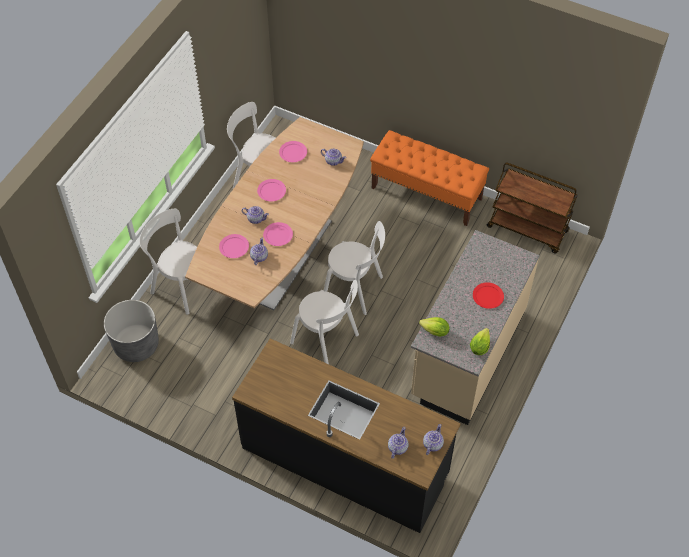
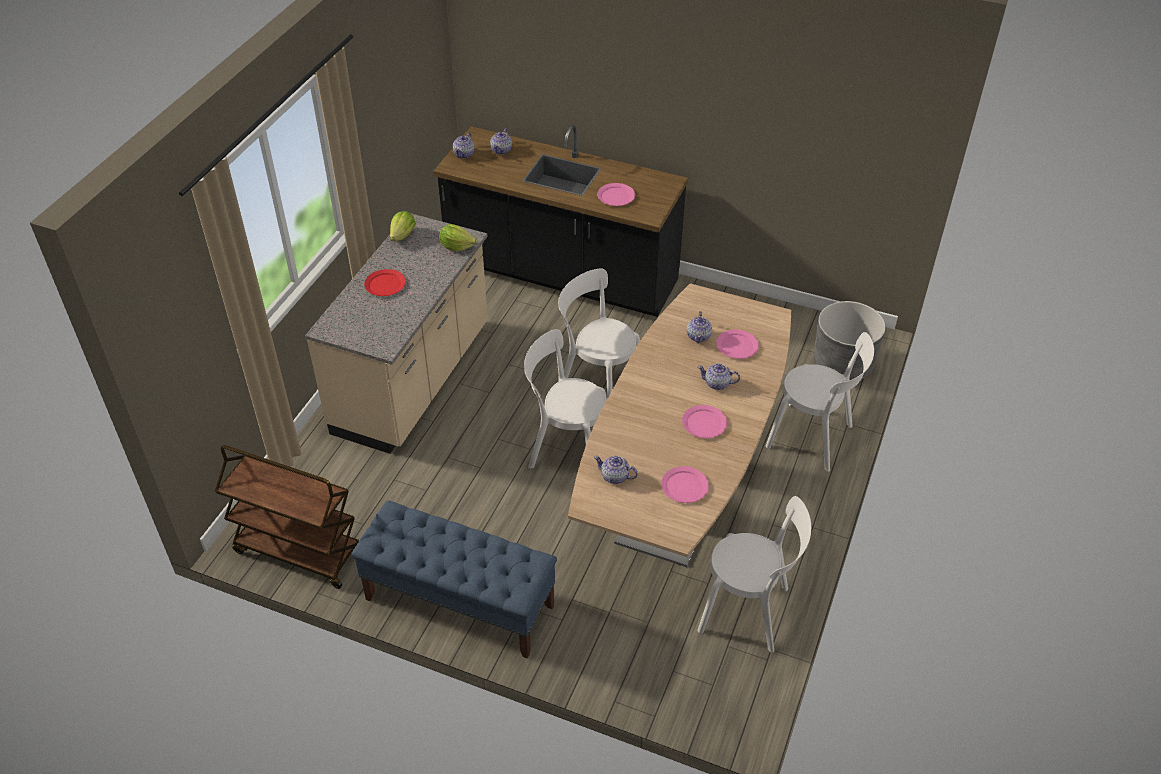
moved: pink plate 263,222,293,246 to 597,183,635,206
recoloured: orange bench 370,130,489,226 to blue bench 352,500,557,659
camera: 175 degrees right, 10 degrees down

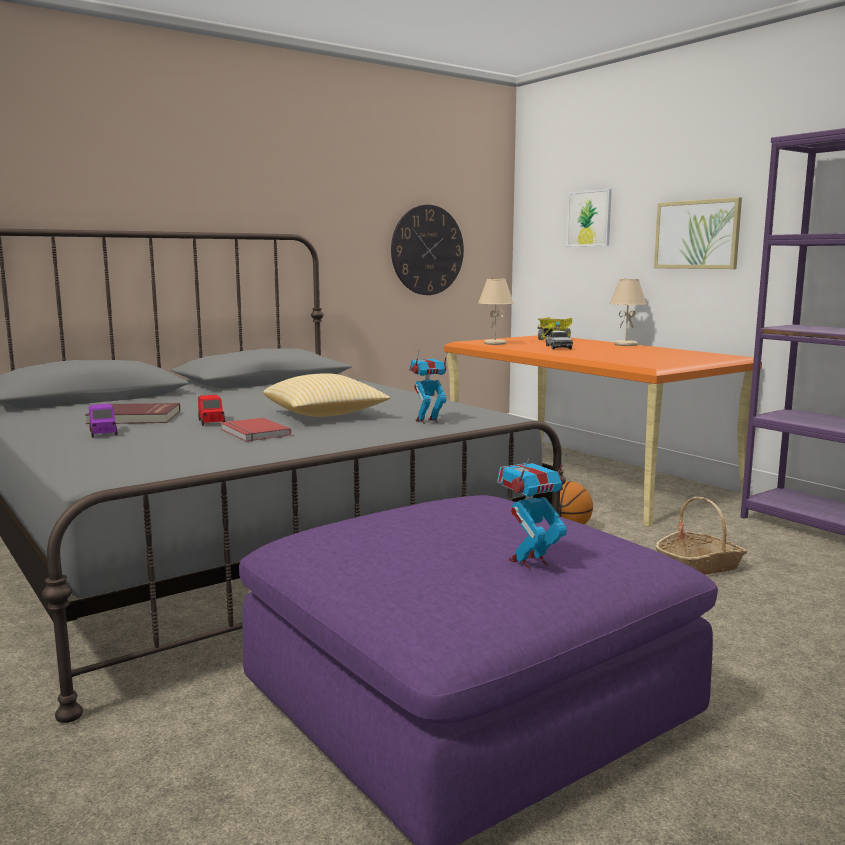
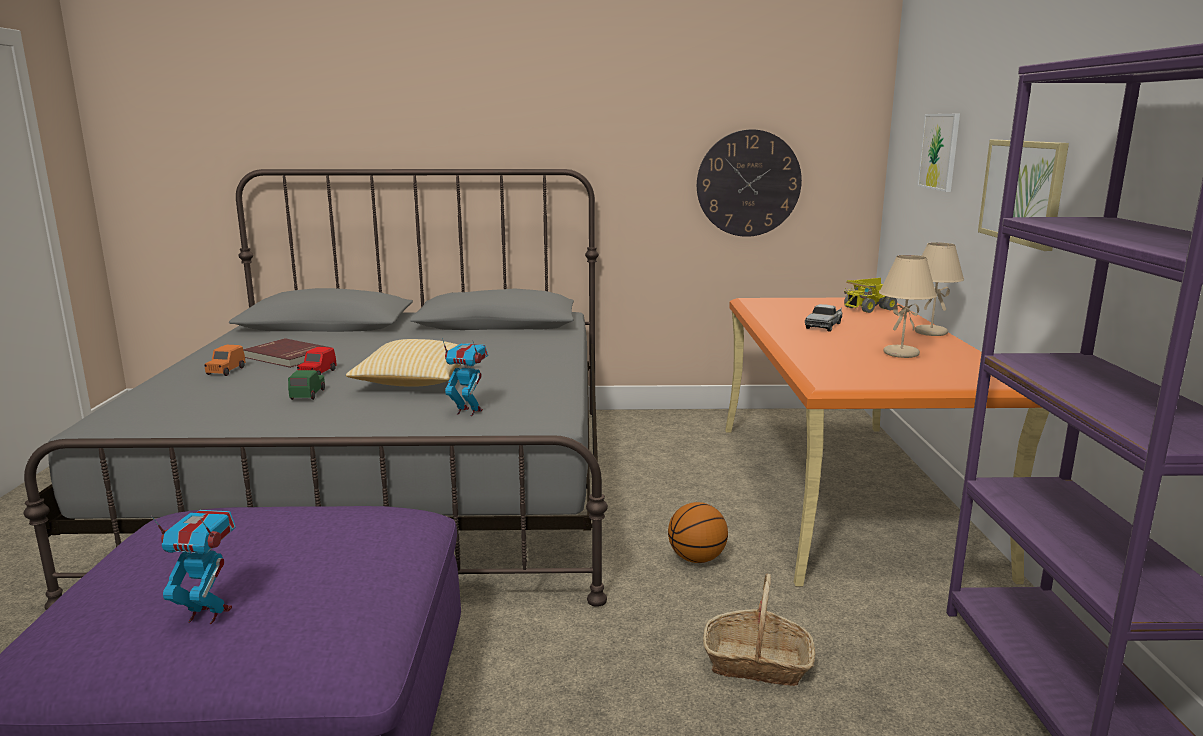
moved: beige table lamp 478,279,514,345 to 879,255,937,358
replaced: red book 220,418,291,442 to green toy car 288,370,325,400
recoloured: purple toy car 89,404,117,437 to orange toy car 204,345,246,376
camera: 35 degrees right, 5 degrees up

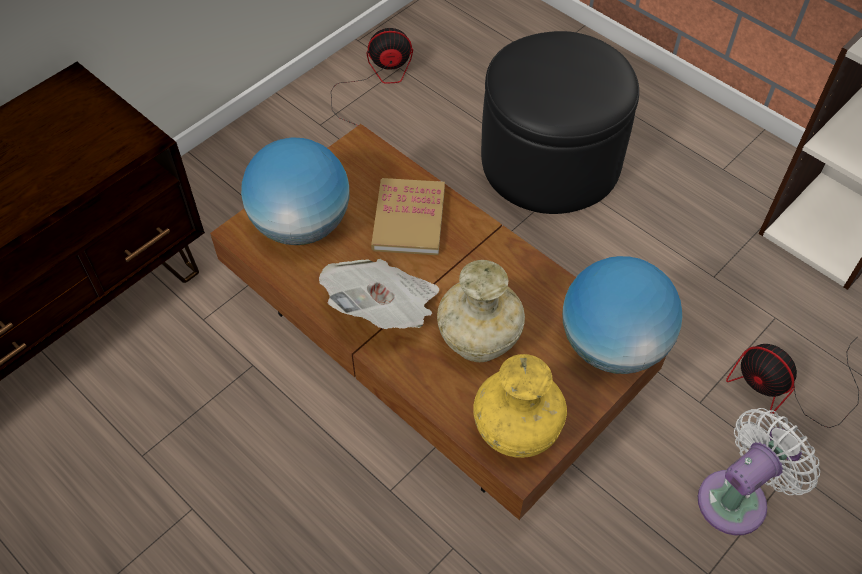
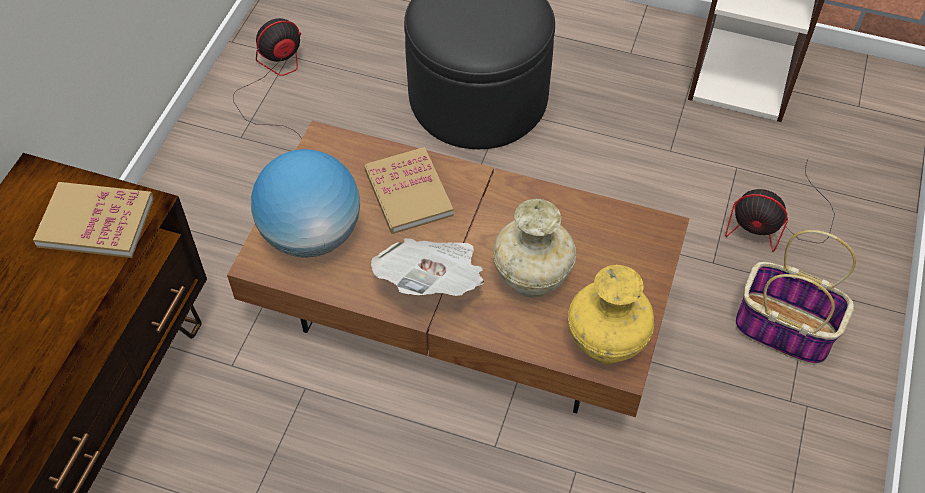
removed: globe 562,256,682,374
added: book 33,182,154,258
replaced: white fan 698,408,820,535 to basket 735,230,856,365
camera: 25 degrees left, 0 degrees up

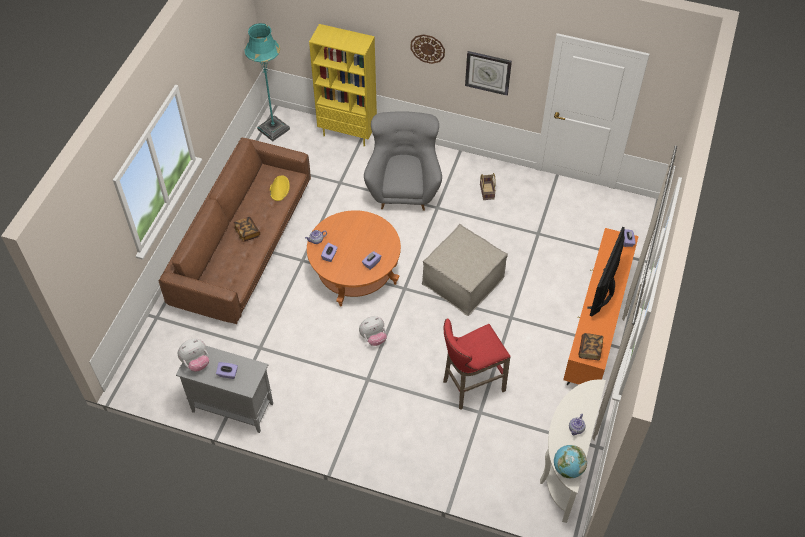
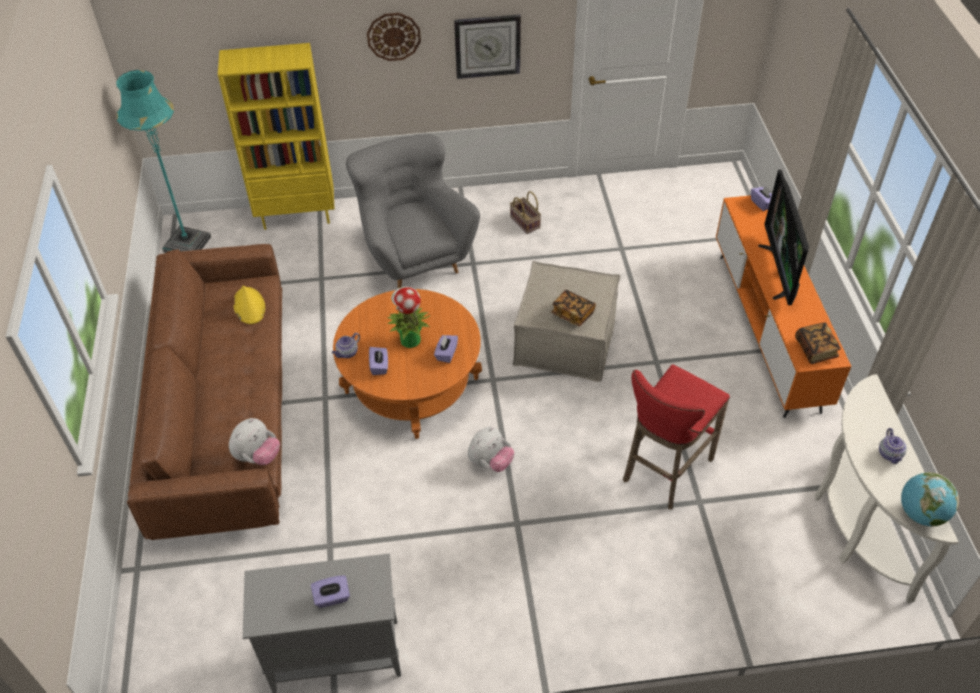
added: potted plant 387,287,430,348
moved: plush toy 178,339,209,371 to 229,418,280,465; book 234,217,260,242 to 551,290,596,326
camera: 25 degrees left, 5 degrees down

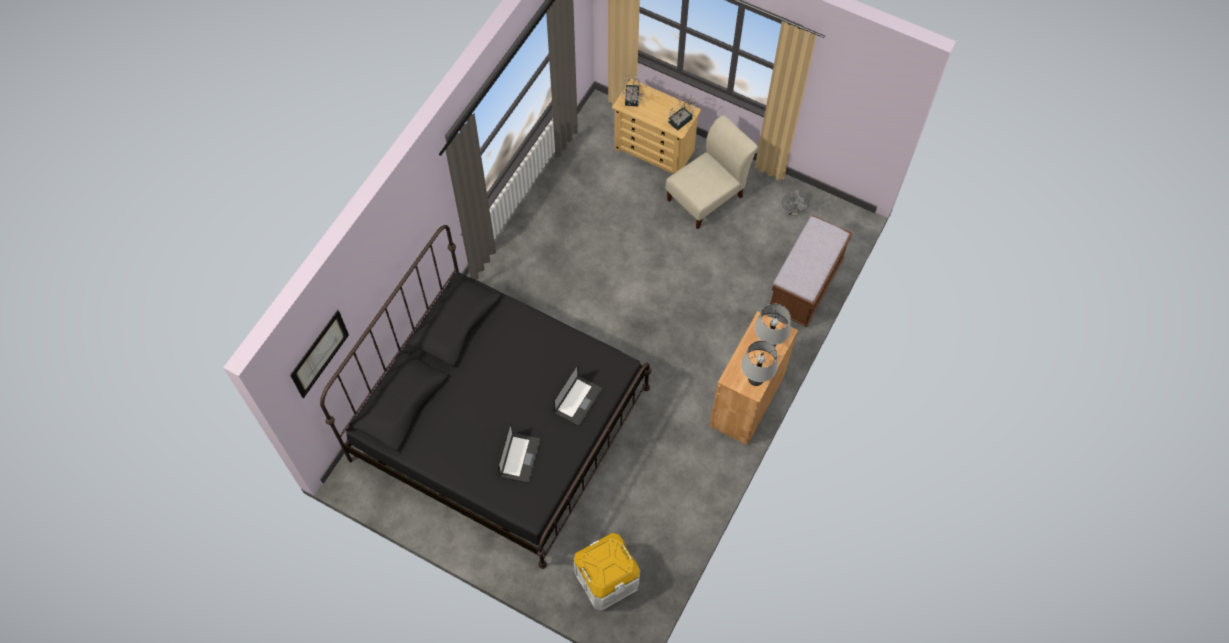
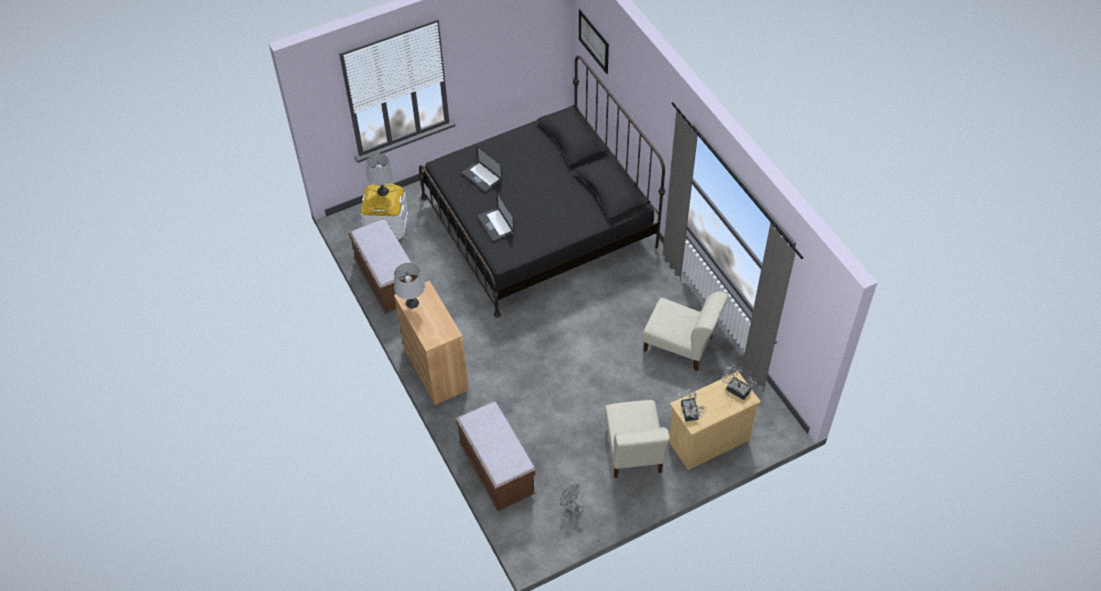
added: brown bench 349,218,417,314; beige chair 643,291,729,371
moved: grey table lamp 755,304,791,347 to 366,153,394,196
camera: 125 degrees right, 10 degrees down

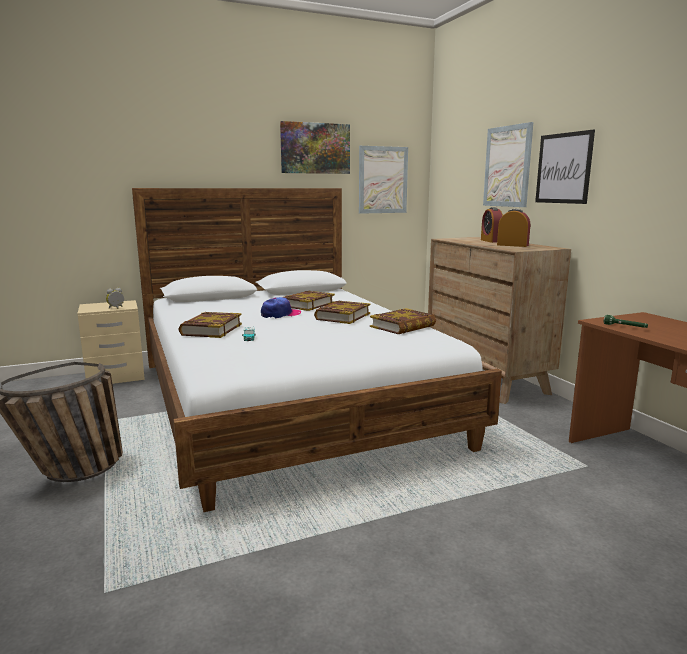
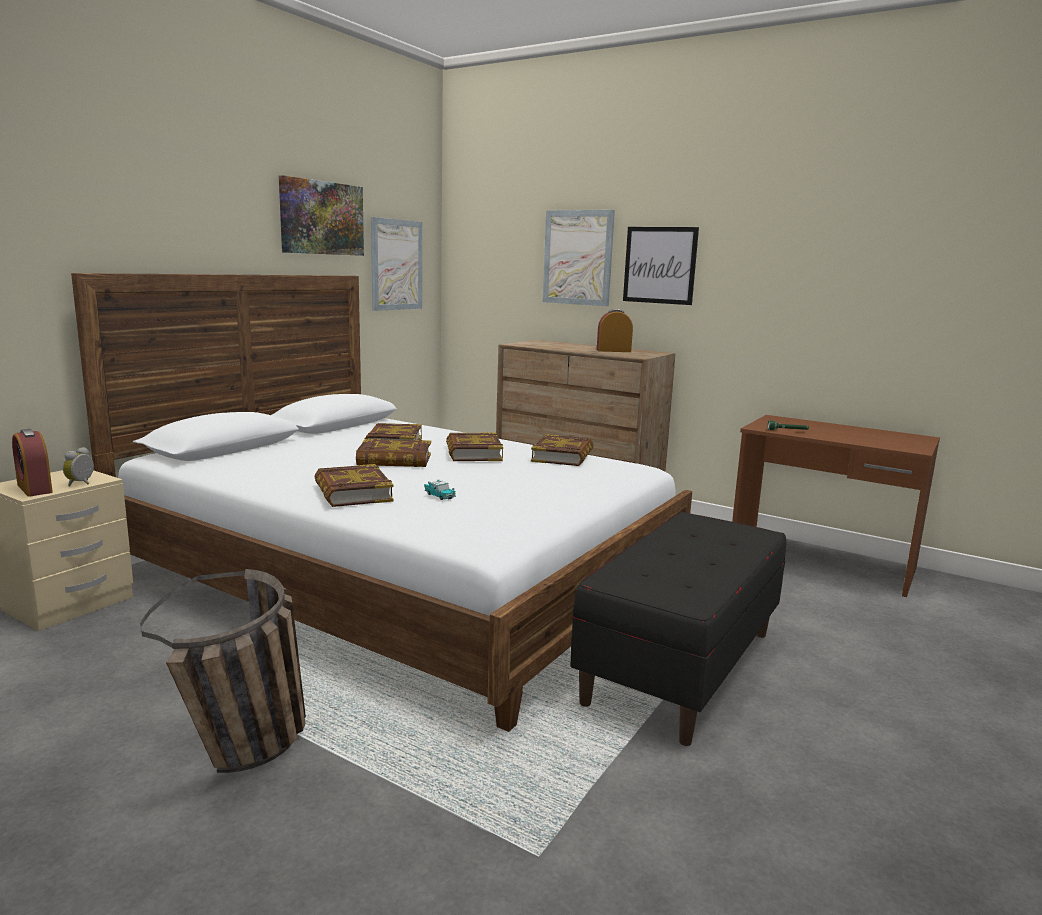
added: black bench 570,512,786,746
moved: alarm clock 481,207,503,243 to 12,429,53,497
replaced: cap 261,297,301,319 to book 356,438,431,467
camera: 35 degrees left, 0 degrees up

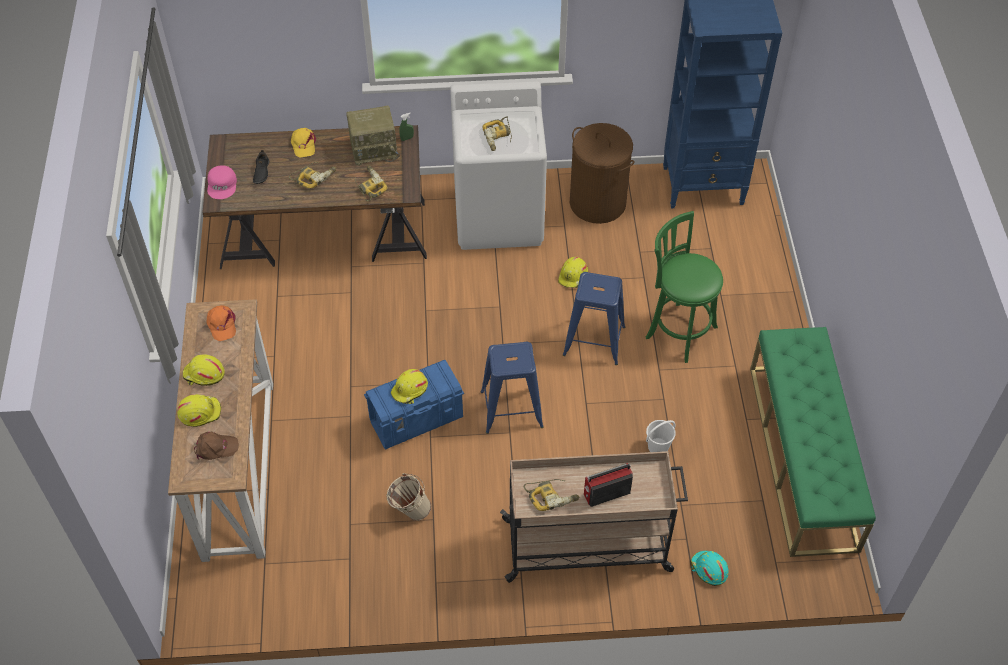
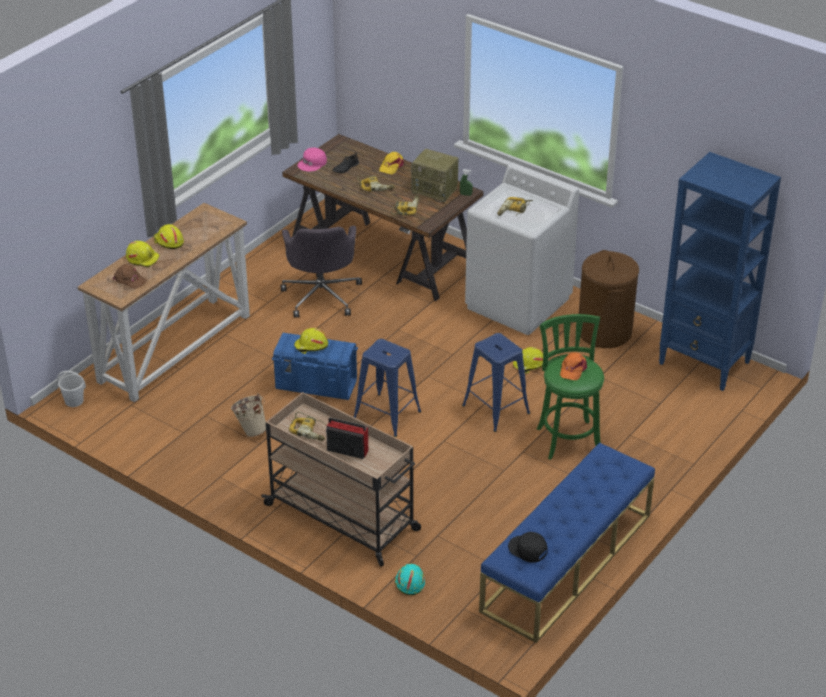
added: grey office chair 281,226,362,318; black cap 508,532,548,563
moved: orange cap 206,305,236,341 to 560,353,587,380; white bucket 646,420,676,452 to 57,371,86,407
recoloured: green bench 750,327,876,557 to blue bench 479,443,655,643
camera: 40 degrees right, 15 degrees down

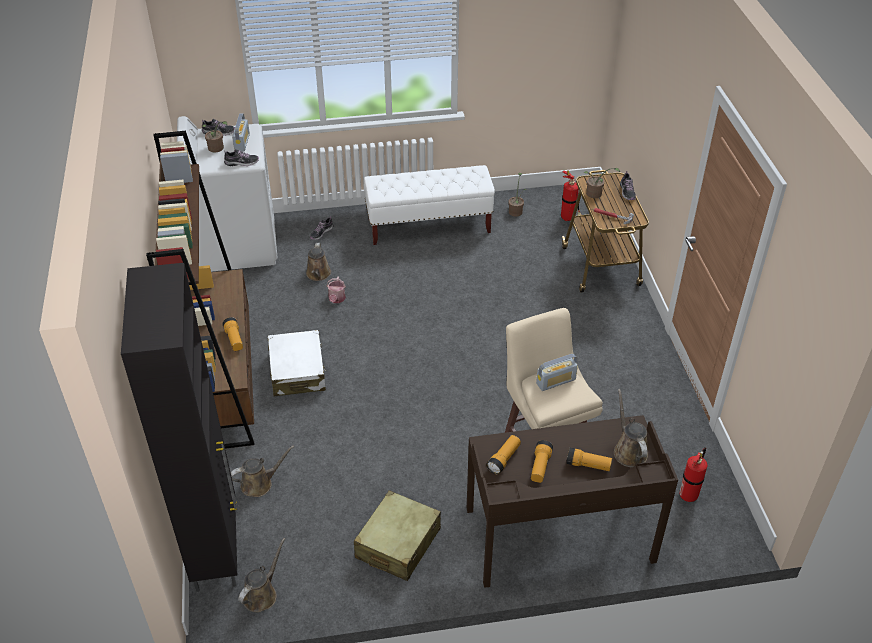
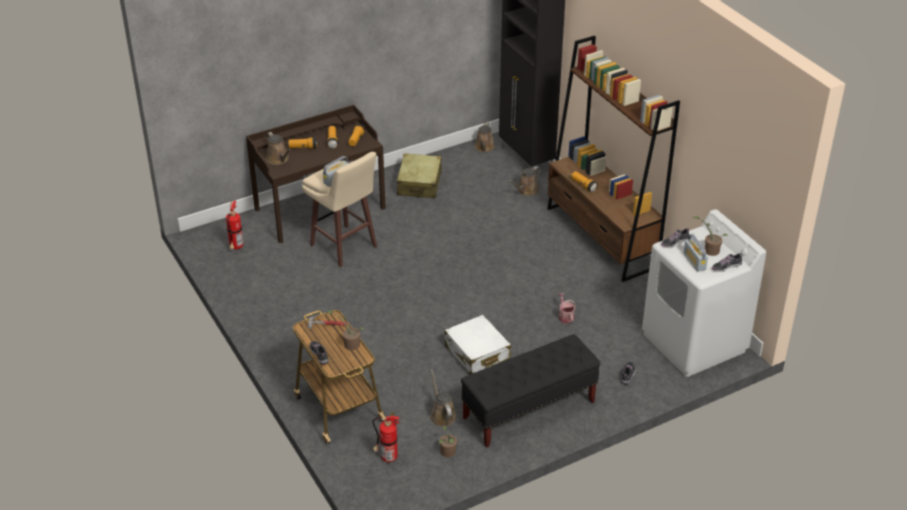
moved: white suitcase 268,330,326,397 to 444,315,511,374; brown watering can 306,243,331,281 to 430,369,456,427
recoloured: white bench 364,165,495,245 to black bench 461,334,600,448
camera: 160 degrees right, 5 degrees down

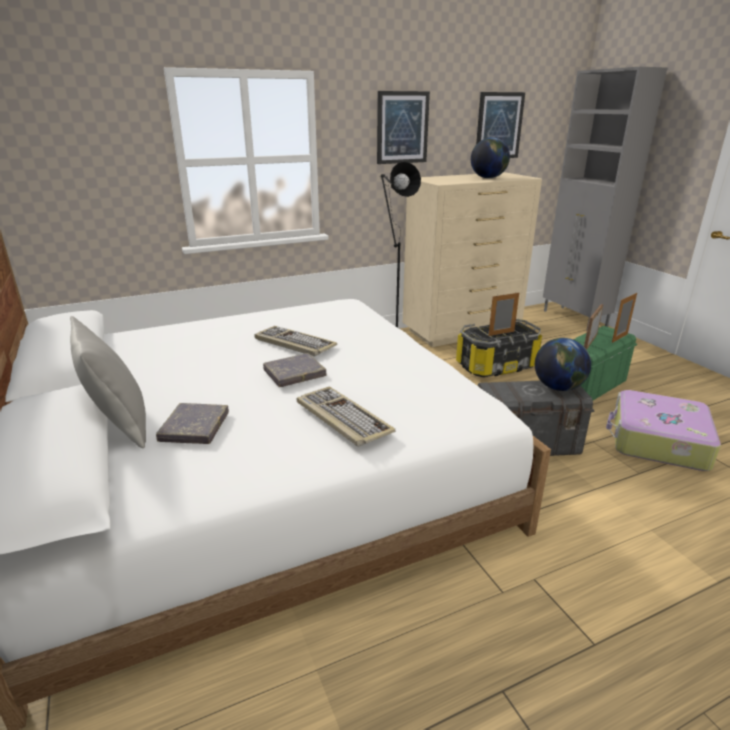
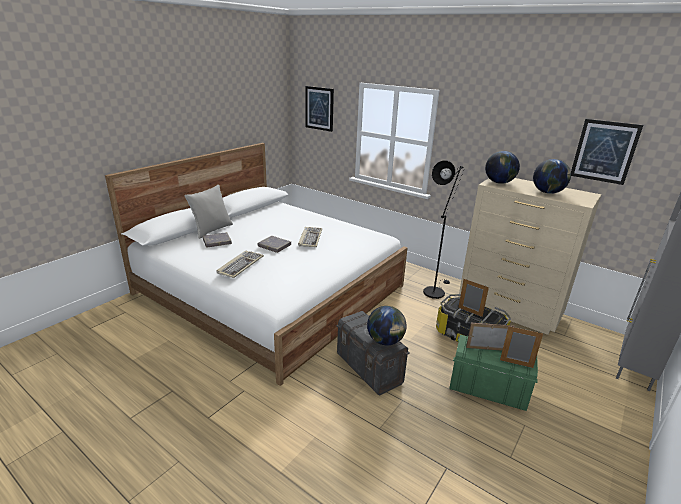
removed: suitcase 606,390,721,471
added: globe 485,151,520,184
moved: picture 377,91,430,164 to 305,86,334,132
camera: 60 degrees right, 0 degrees up

